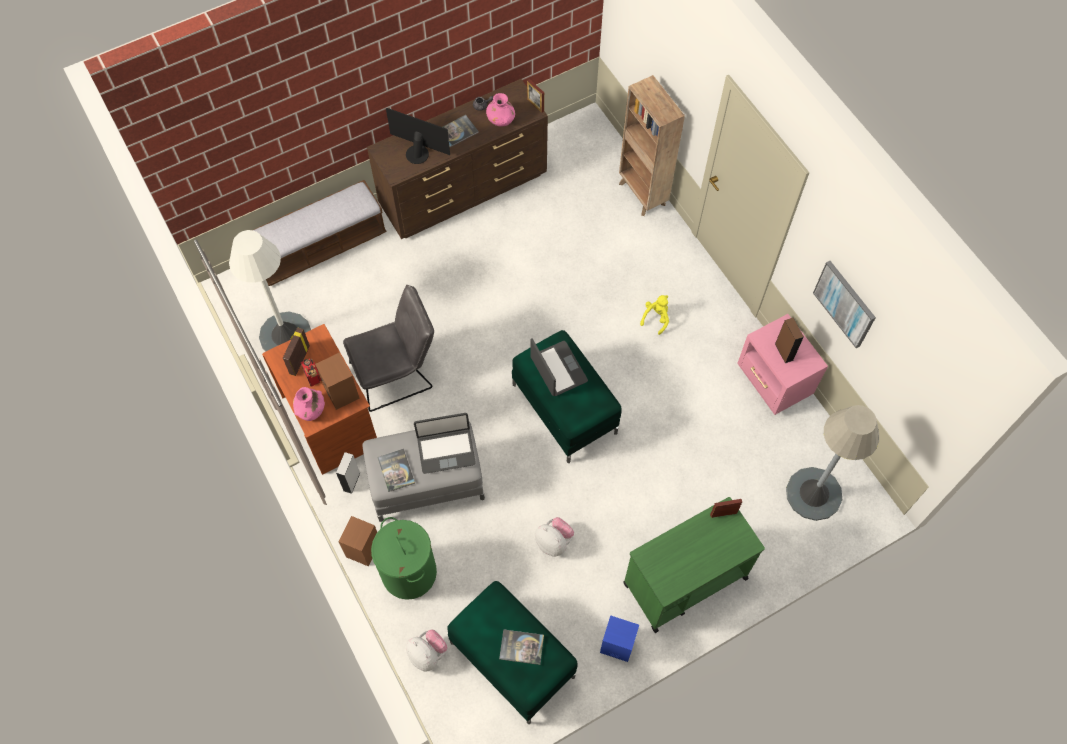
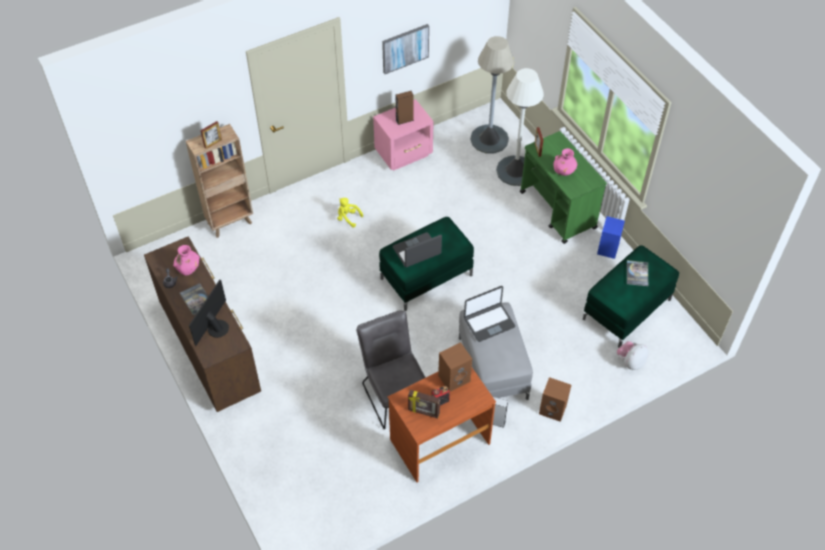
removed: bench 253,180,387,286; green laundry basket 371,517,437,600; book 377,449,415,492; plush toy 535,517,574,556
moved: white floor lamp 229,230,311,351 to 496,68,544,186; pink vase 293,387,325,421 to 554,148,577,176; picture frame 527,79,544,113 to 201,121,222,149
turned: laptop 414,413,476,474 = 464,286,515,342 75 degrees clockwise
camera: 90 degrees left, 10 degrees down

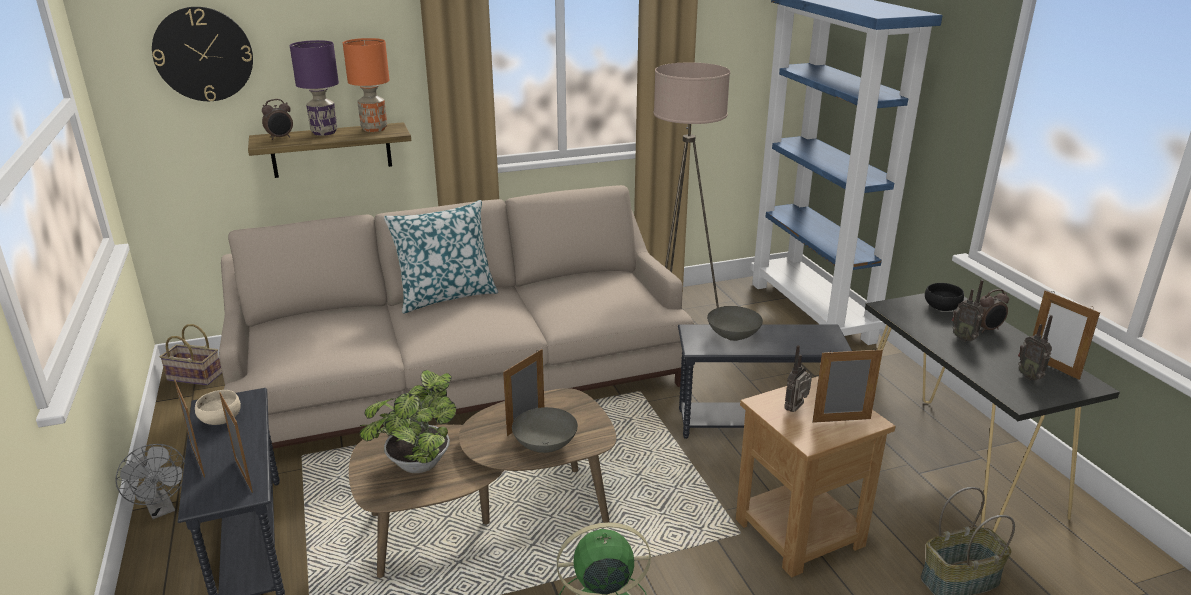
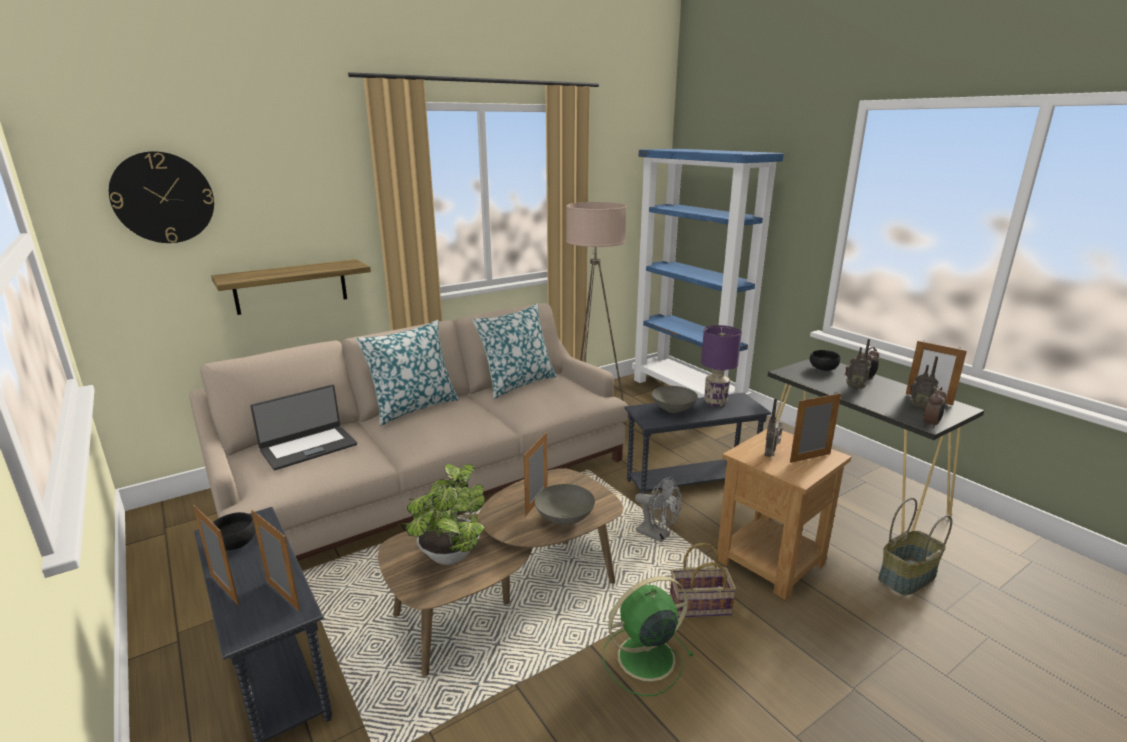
removed: orange table lamp 343,38,389,132
added: laptop 250,385,357,470; pillow 473,304,557,399
moved: grey fan 115,444,185,519 to 635,477,682,543; basket 160,324,222,386 to 670,543,736,617; alarm clock 262,99,293,140 to 924,386,946,429; purple table lamp 290,40,339,136 to 701,325,742,407
recoloured: beige bowl 195,390,241,425 to black bowl 212,512,256,550
camera: 15 degrees left, 5 degrees down

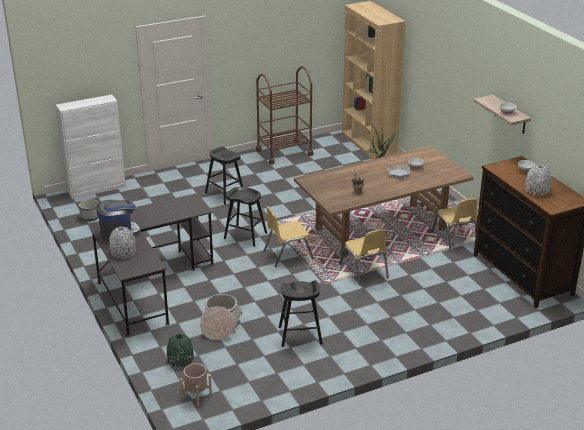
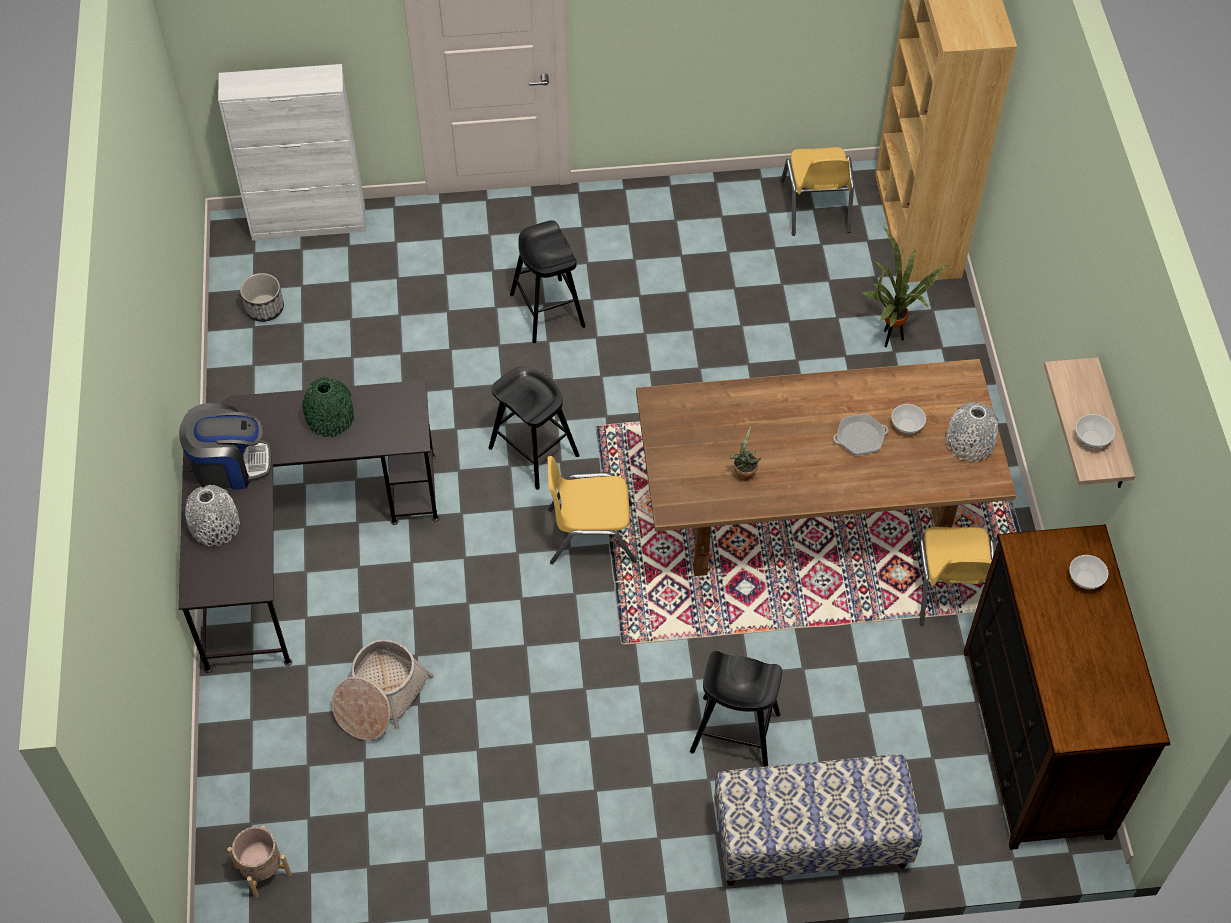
removed: brown cart 256,66,313,165
added: bench 714,754,922,886
moved: green vase 167,334,194,367 to 302,377,354,437; black stool 279,281,323,347 to 690,651,782,767; yellow chair 339,229,389,286 to 781,147,854,236; grey vase 525,165,552,196 to 946,402,998,462
camera: 20 degrees right, 25 degrees up

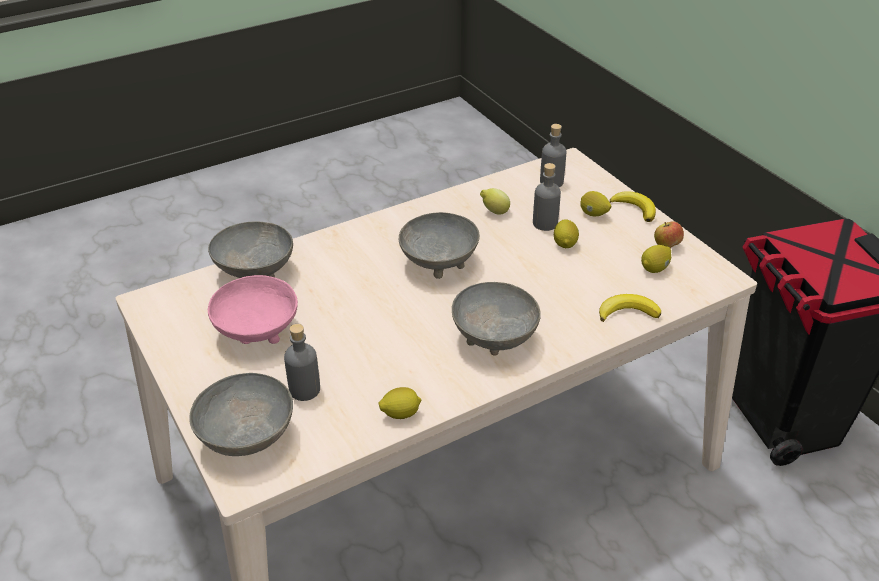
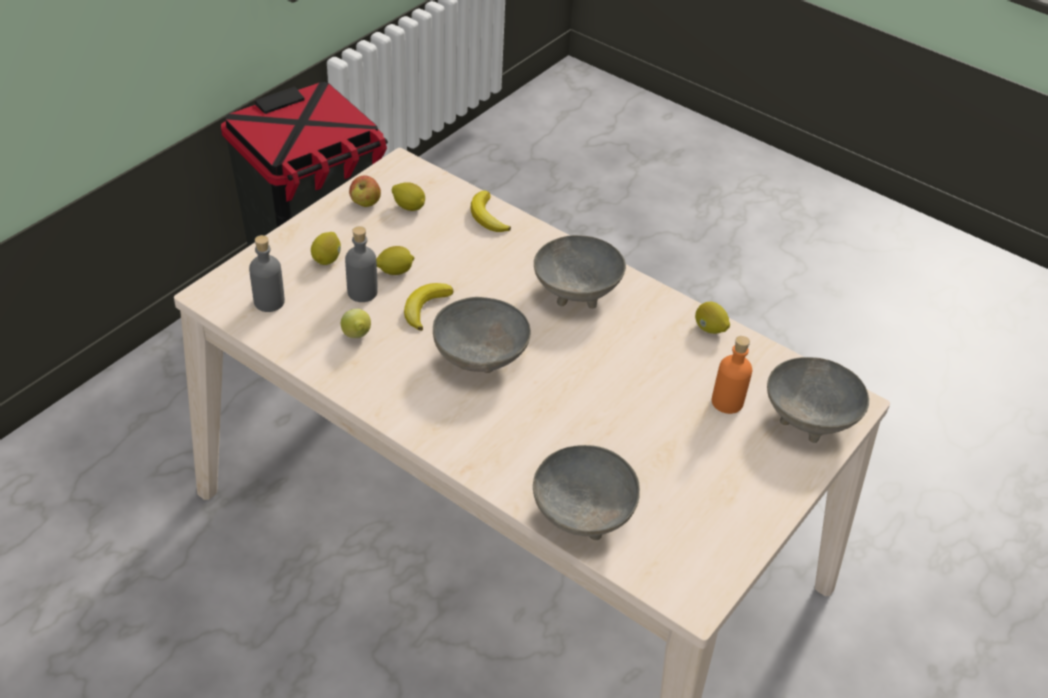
removed: pink bowl 208,275,298,344
moved: banana 610,191,656,222 to 404,283,453,331
recoloured: grey bottle 284,324,320,401 to orange bottle 712,336,752,414
camera: 115 degrees left, 5 degrees up

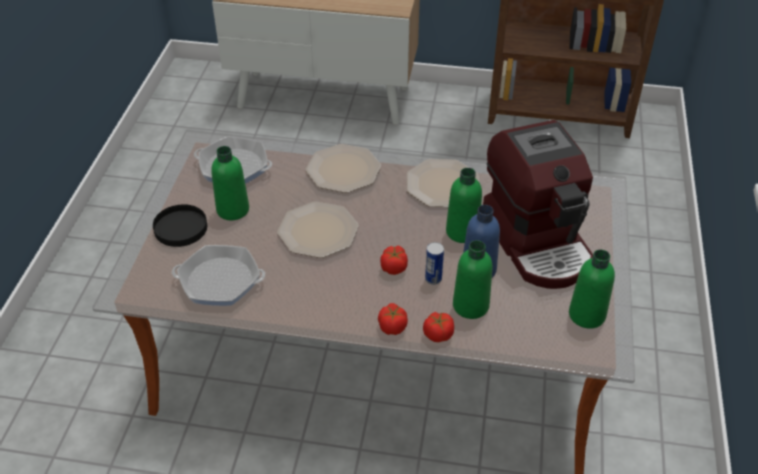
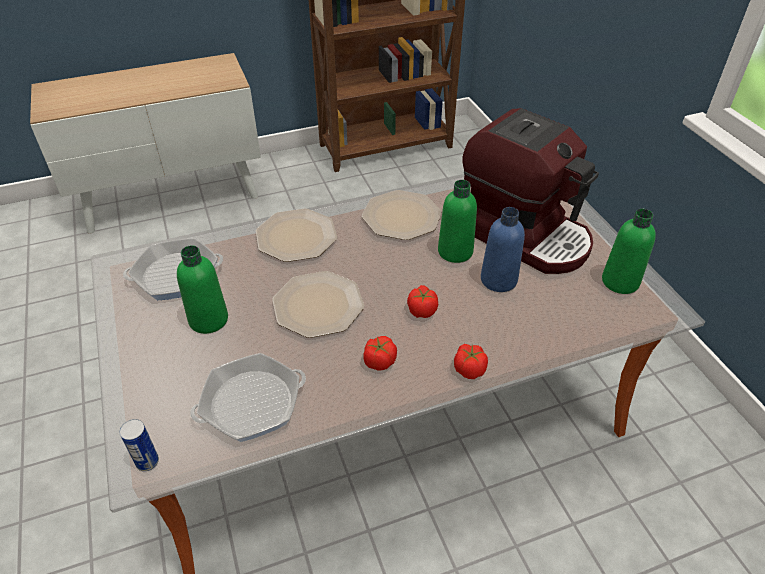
removed: black plate 153,204,207,247; green bottle 453,240,492,319
moved: tomato 423,312,454,342 to 363,336,397,370; can 425,242,444,285 to 120,419,159,471
camera: 30 degrees left, 0 degrees up

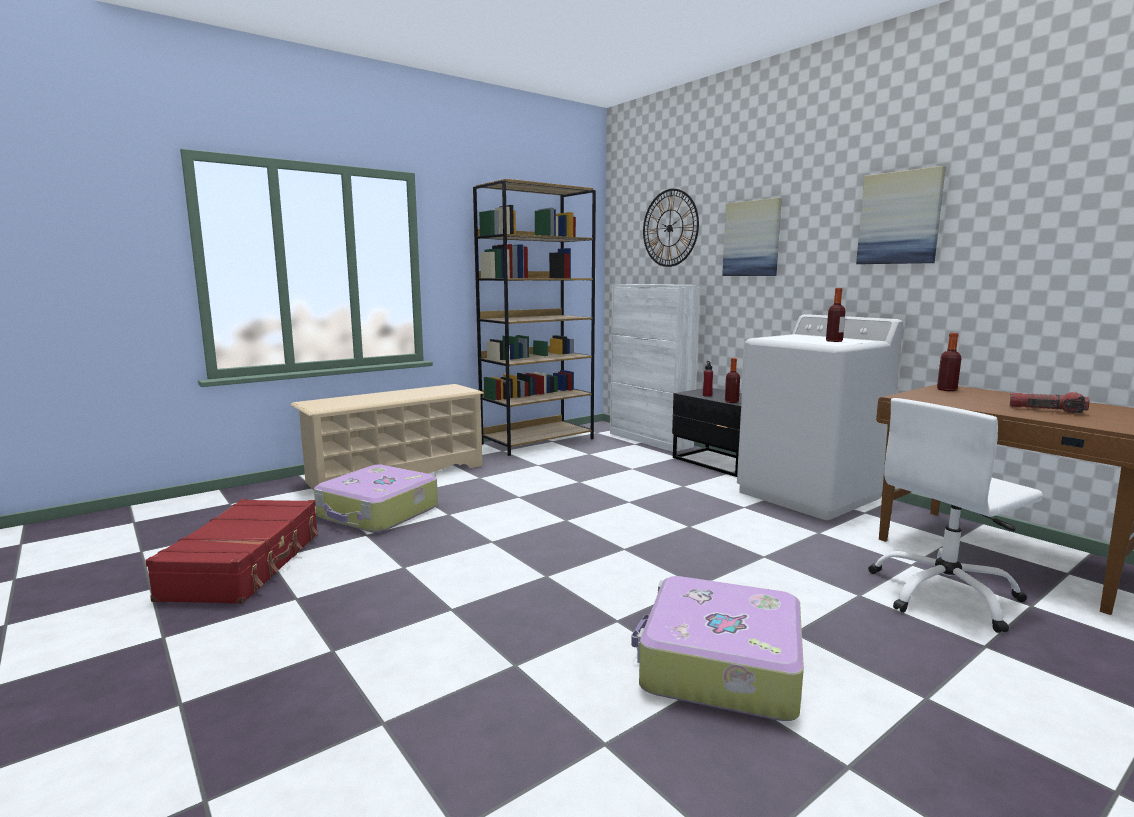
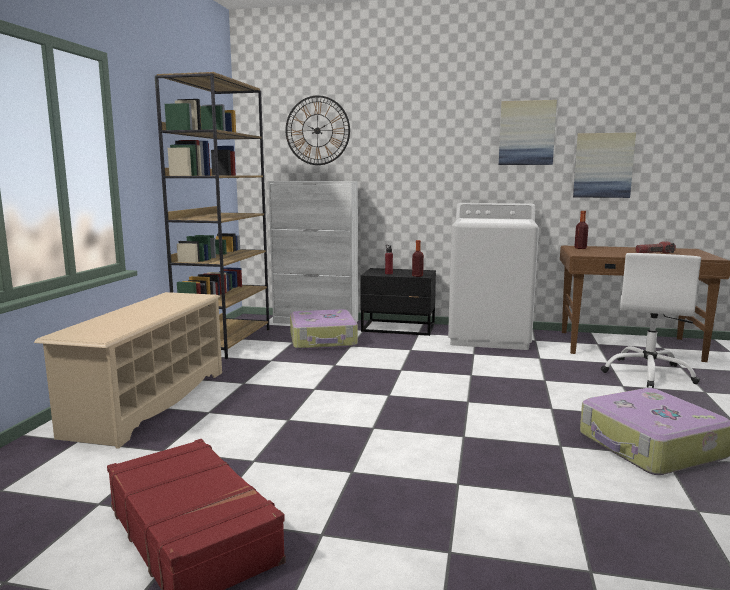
removed: bottle 826,288,846,342
moved: suitcase 314,465,438,533 to 290,309,358,349; picture 722,198,782,276 to 573,133,636,198
camera: 40 degrees left, 0 degrees up

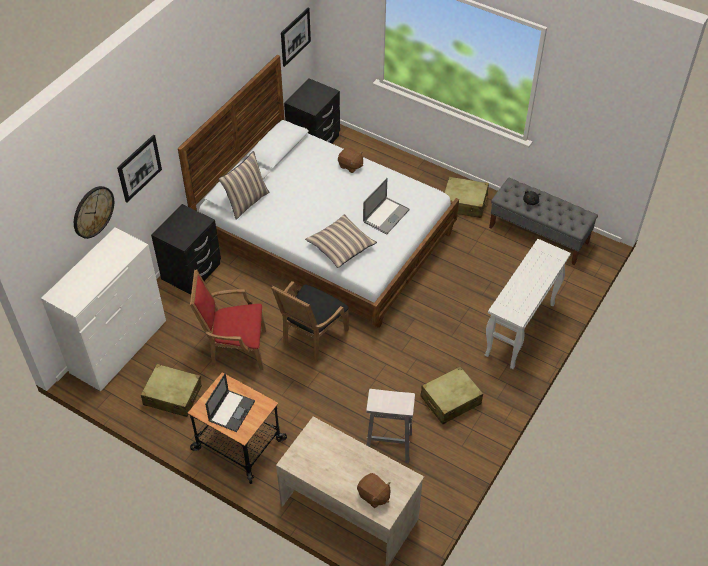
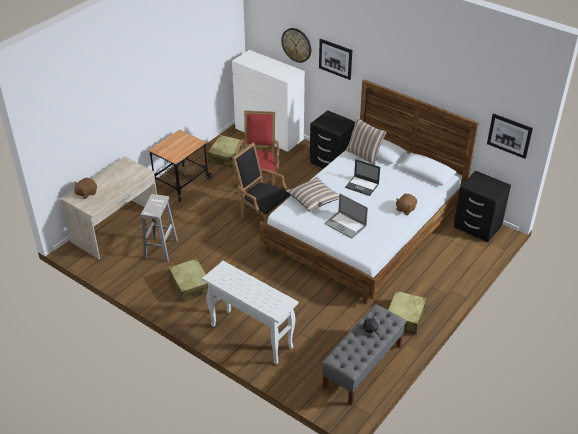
moved: laptop 205,373,255,432 to 345,159,380,196
camera: 95 degrees right, 10 degrees down

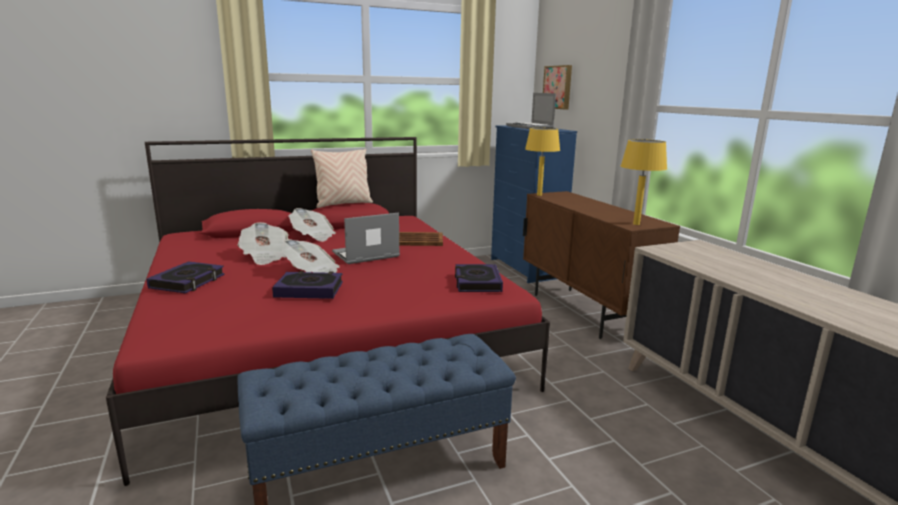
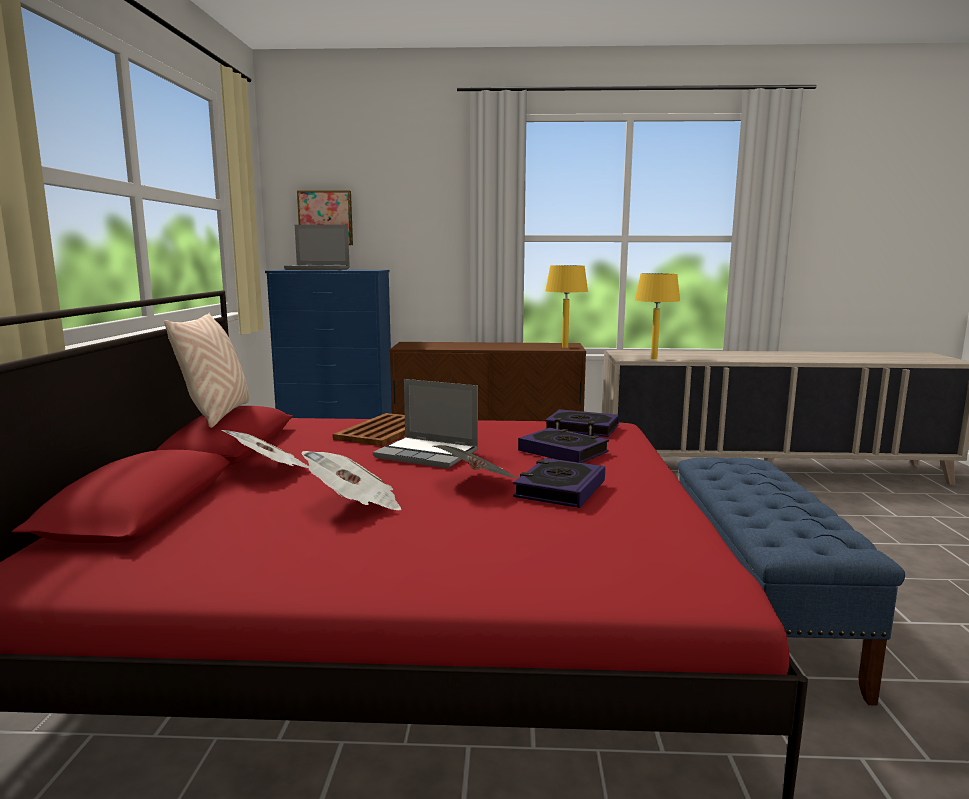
moved: book 147,261,225,293 to 518,428,609,463; yellow table lamp 525,128,560,196 to 635,273,680,359
turned: laptop 332,213,400,264 = 373,379,478,468 60 degrees counterclockwise
camera: 65 degrees left, 5 degrees down

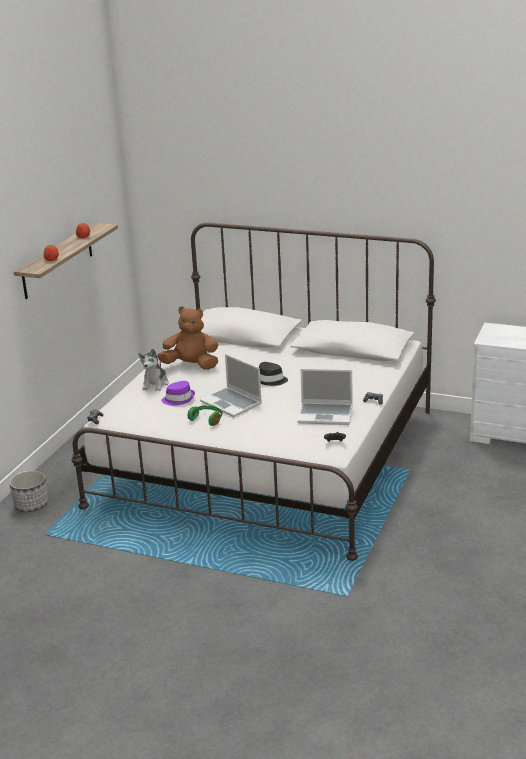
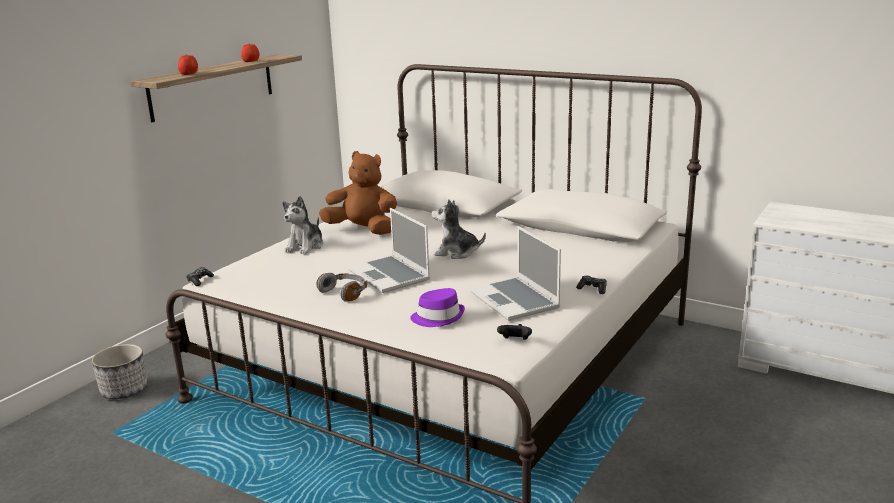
moved: purple hat 161,381,195,406 to 410,288,465,327
replaced: black hat 259,362,288,386 to plush toy 432,199,486,259
recoloured: green headphones 188,405,222,426 to grey headphones 317,273,368,302
turned: laptop 297,369,353,425 = 470,226,561,321 45 degrees clockwise
camera: 10 degrees right, 5 degrees down

